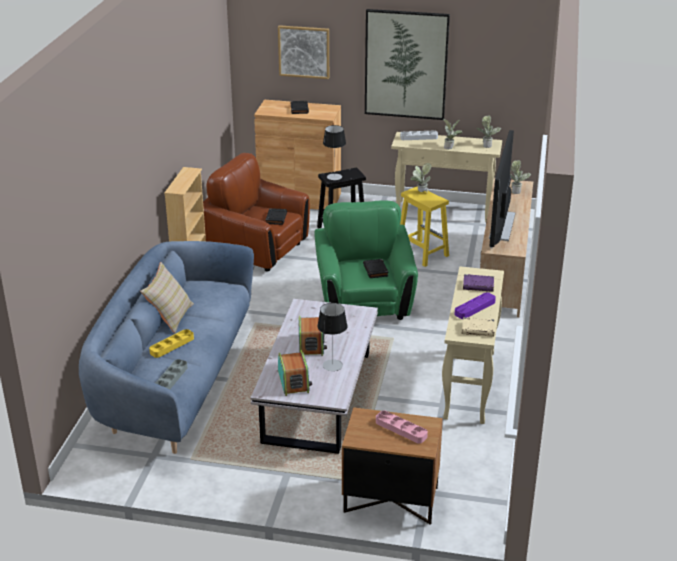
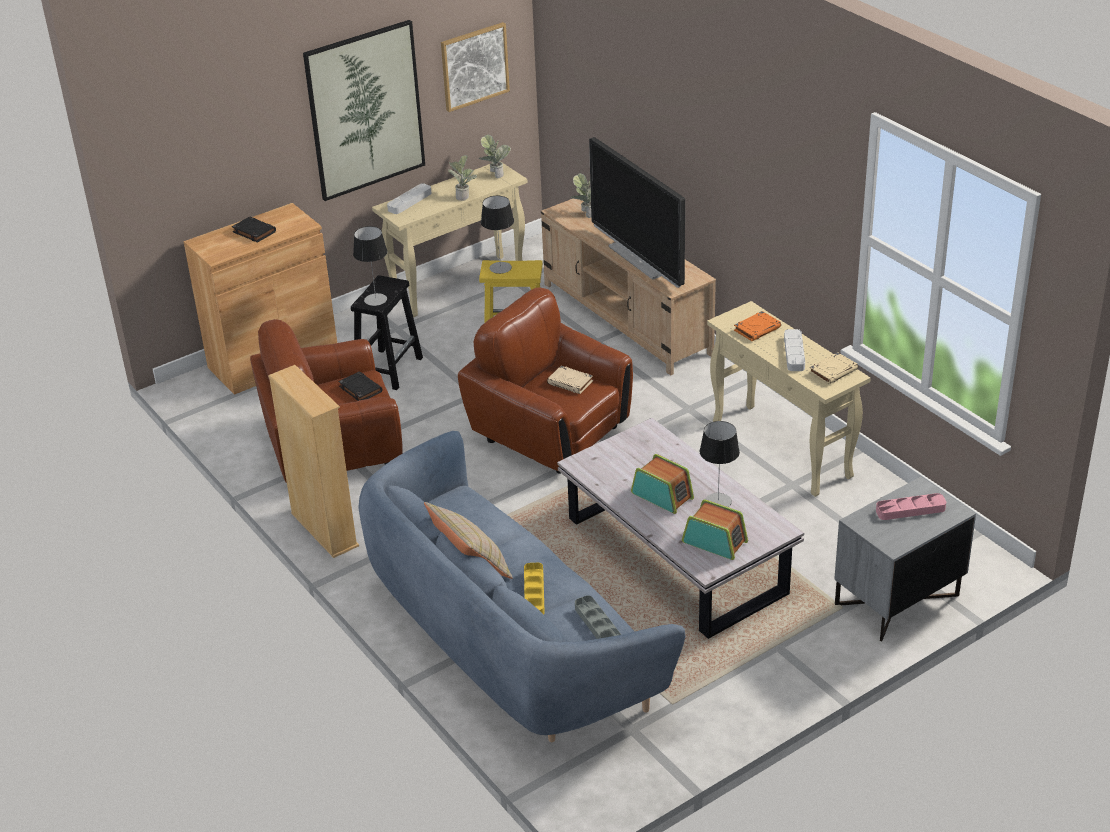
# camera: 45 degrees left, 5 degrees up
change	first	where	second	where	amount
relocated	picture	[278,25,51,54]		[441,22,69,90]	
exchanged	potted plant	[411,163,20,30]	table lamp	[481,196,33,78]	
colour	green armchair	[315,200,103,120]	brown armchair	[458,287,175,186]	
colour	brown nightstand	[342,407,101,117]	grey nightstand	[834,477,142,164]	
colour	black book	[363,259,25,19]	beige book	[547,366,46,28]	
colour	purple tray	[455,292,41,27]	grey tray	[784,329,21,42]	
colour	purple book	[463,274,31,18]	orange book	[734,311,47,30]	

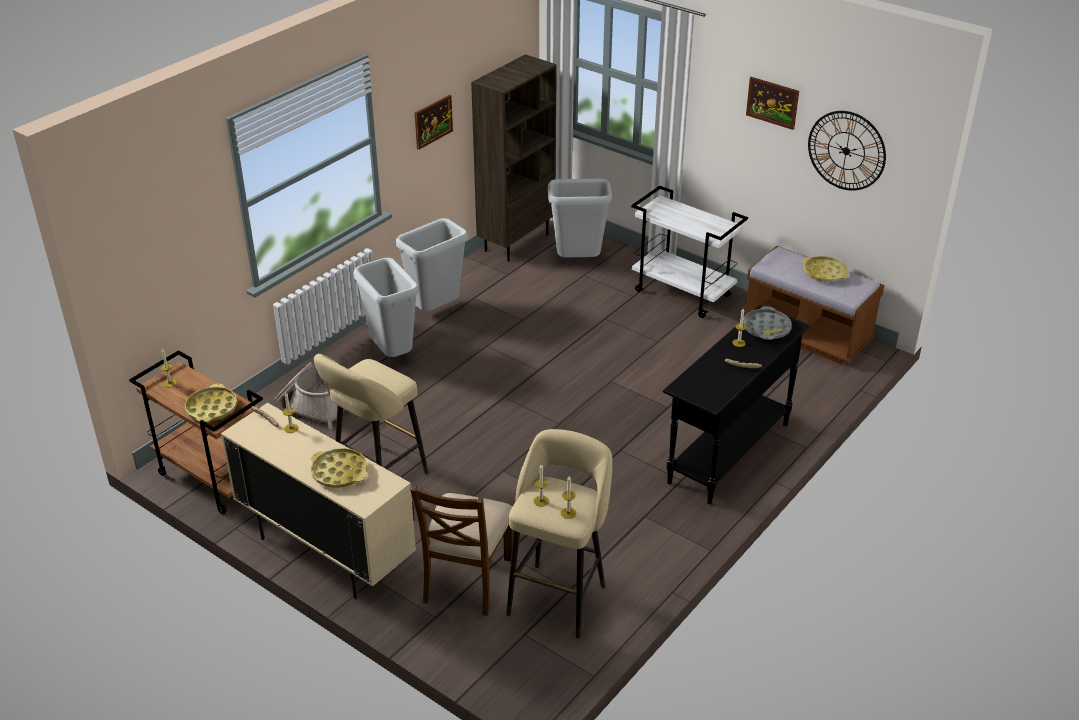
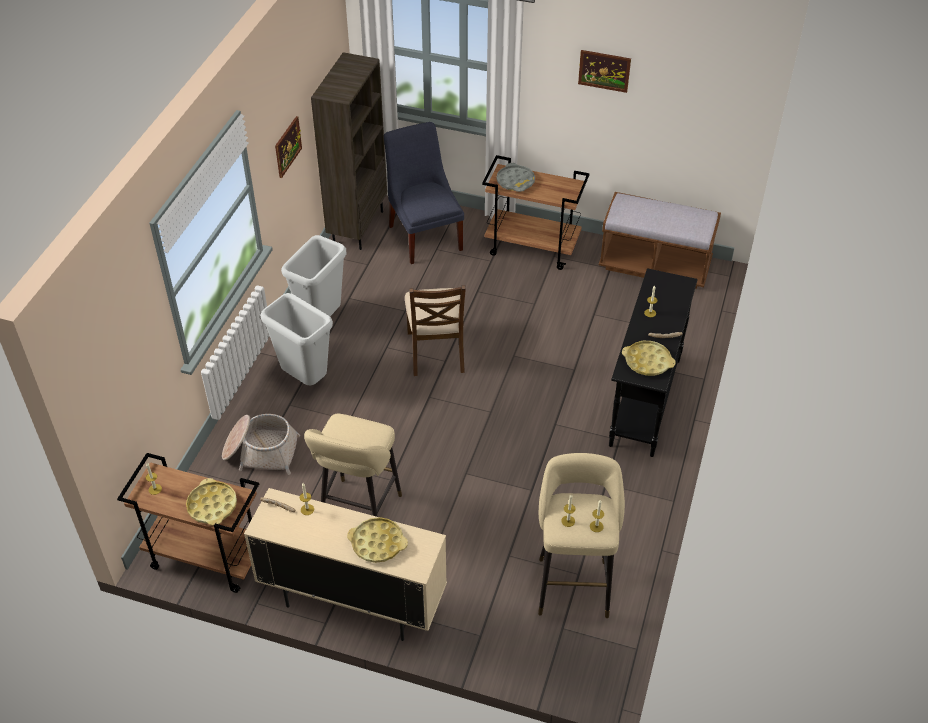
# camera: 20 degrees left, 10 degrees up
change	first	where	second	where	amount
missing	wall clock	[808,111,78,80]			
relocated	brown chair	[411,485,102,131]		[405,285,61,91]	
relocated	grey tray	[743,306,49,34]		[496,163,39,29]	
relocated	yellow tray	[802,256,48,26]		[622,341,54,35]	
exchanged	grey trash can	[548,179,64,79]	blue chair	[384,122,80,142]	
colour	white cart	[631,186,117,132]	brown cart	[482,155,108,115]	

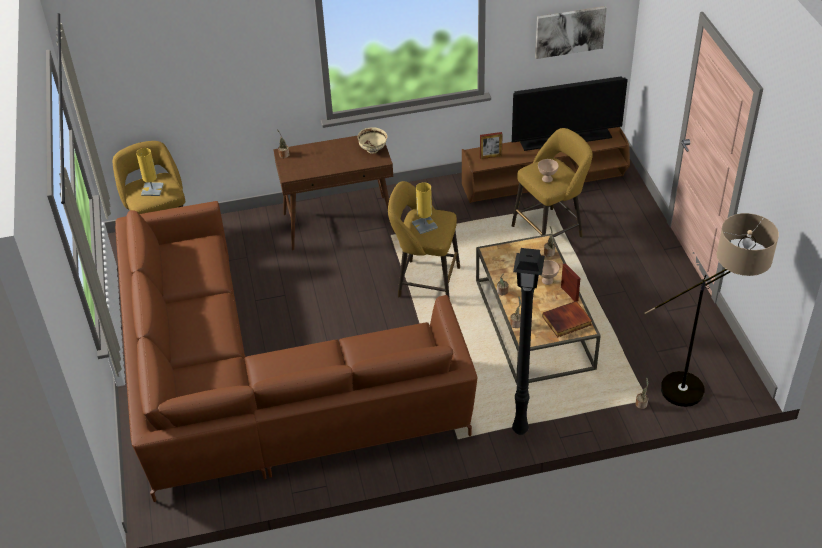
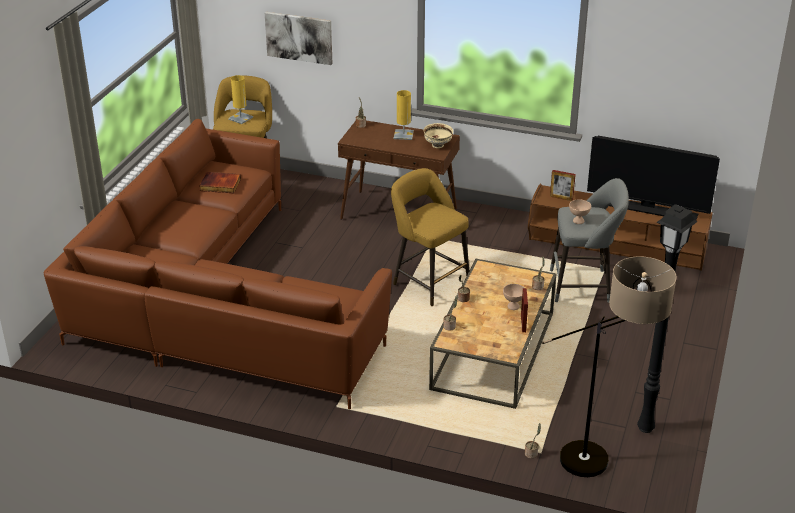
# camera: 30 degrees right, 10 degrees down
change	first	where	second	where	amount
relocated	yellow table lamp	[412,182,26,52]		[394,90,20,50]	
relocated	black floor lamp	[512,248,33,187]		[637,204,60,229]	
relocated	picture	[535,6,72,53]		[265,12,67,53]	
relocated	book	[542,301,50,37]		[199,172,42,21]	
colour	yellow stool	[512,128,81,109]	grey stool	[550,178,79,125]	

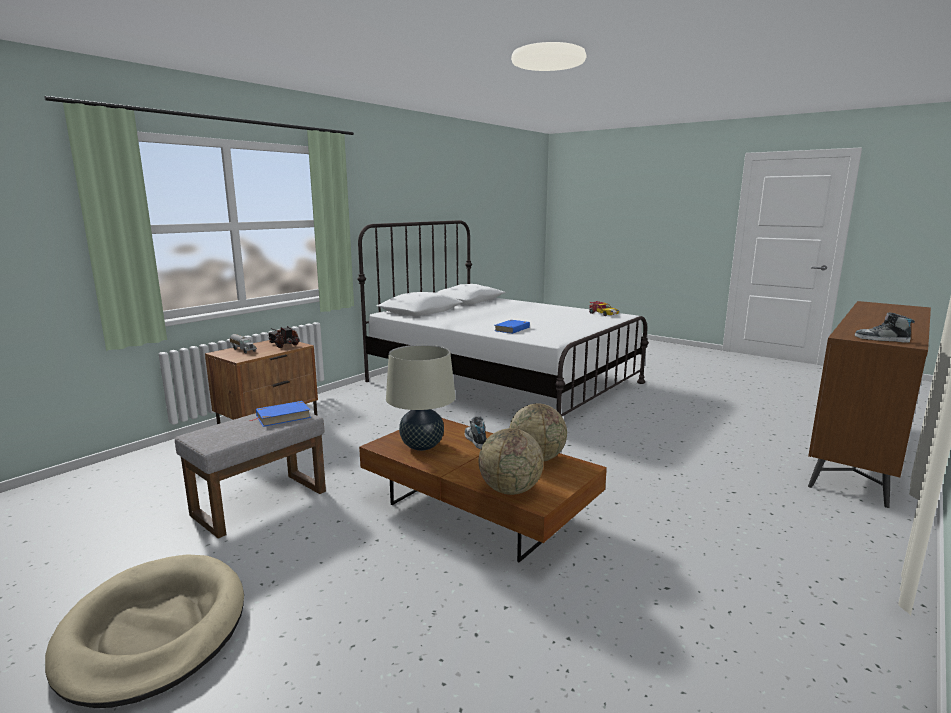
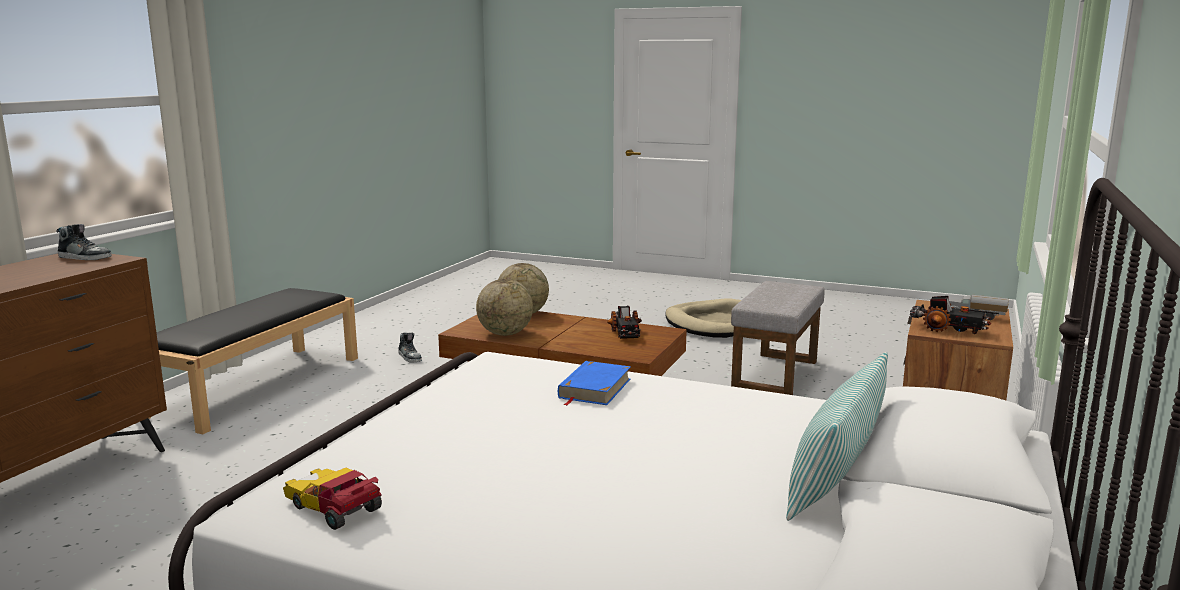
# camera: 165 degrees right, 0 degrees up
change	first	where	second	where	amount
missing	blue book	[250,401,61,26]			
appeared			black bench	[149,288,209,146]	
appeared			pillow	[786,352,102,169]	
relocated	shoe	[465,416,22,33]		[398,333,24,29]	
exchanged	beige table lamp	[386,345,70,106]	toy truck	[607,306,35,33]	

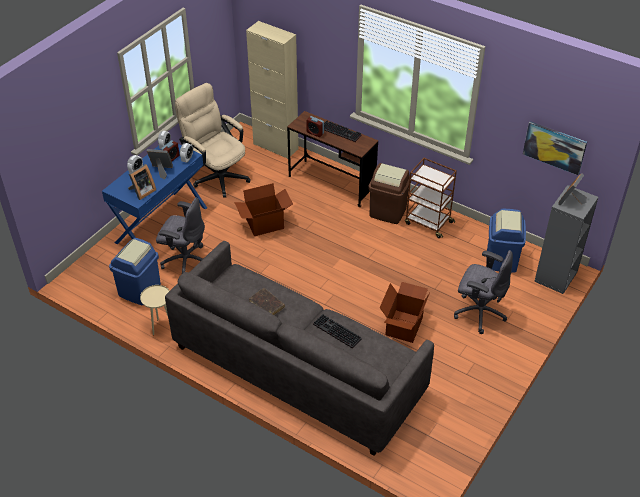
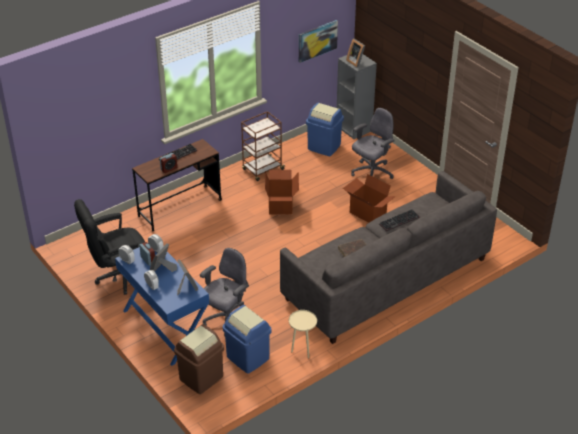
# camera: 70 degrees left, 5 degrees down
change	first	where	second	where	amount
missing	beige cabinet	[246,21,53,138]			
relocated	cardboard box	[234,183,59,53]		[265,170,34,45]	
relocated	brown trash can	[368,163,42,61]		[174,324,50,70]	
colour	beige office chair	[175,83,76,115]	black office chair	[74,199,71,96]	

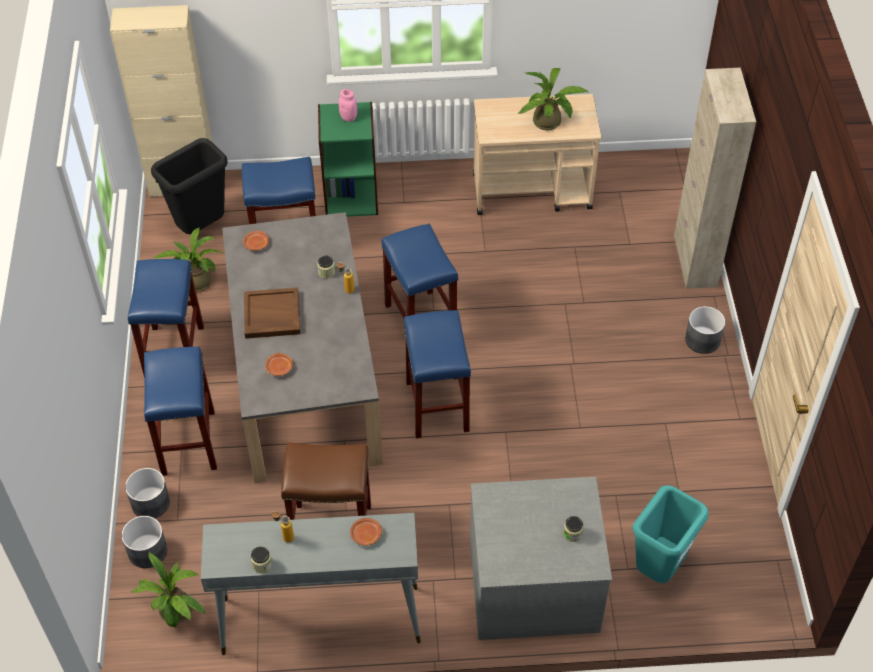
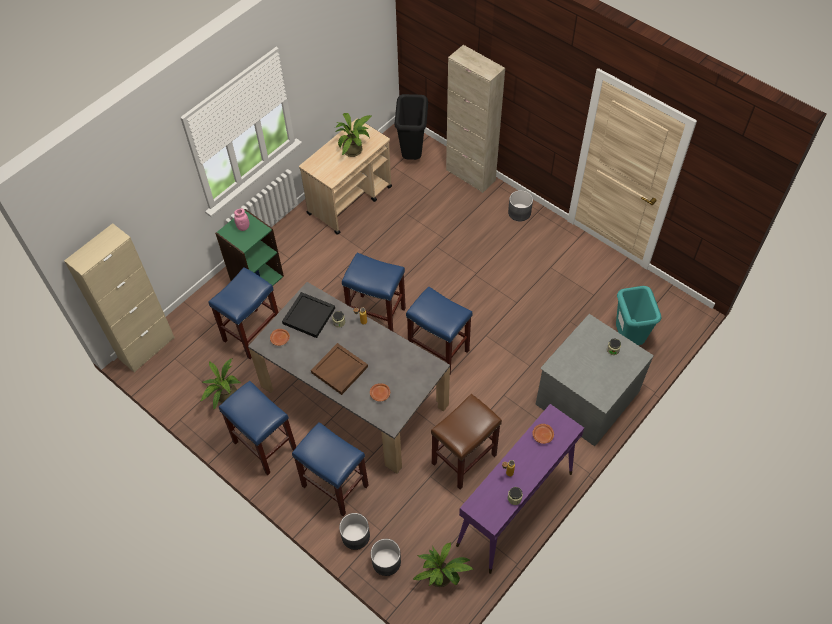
# camera: 45 degrees left, 5 degrees up
change	first	where	second	where	amount
appeared			black tray	[282,292,53,46]	
relocated	black trash can	[151,138,77,96]		[394,94,34,66]	
colour	grey console table	[201,513,220,142]	purple console table	[456,404,128,170]	

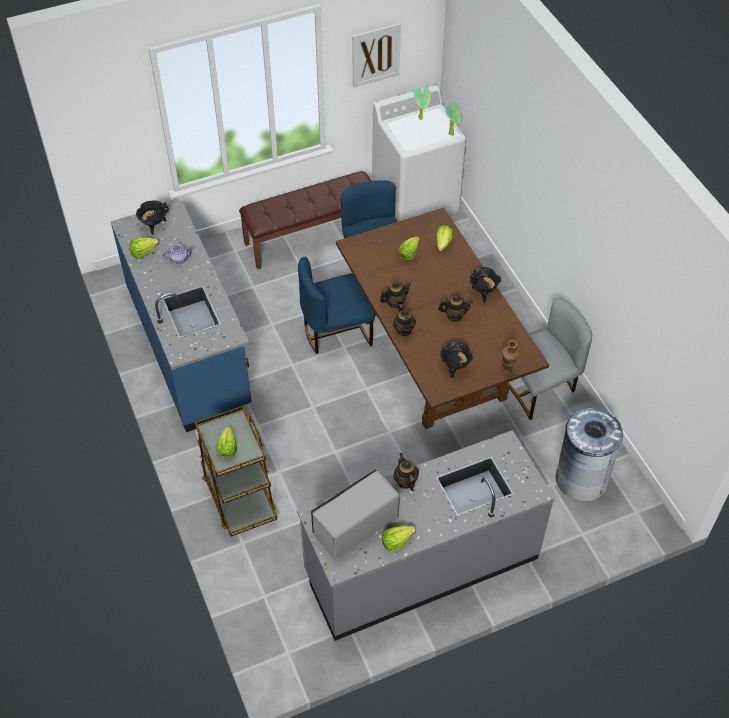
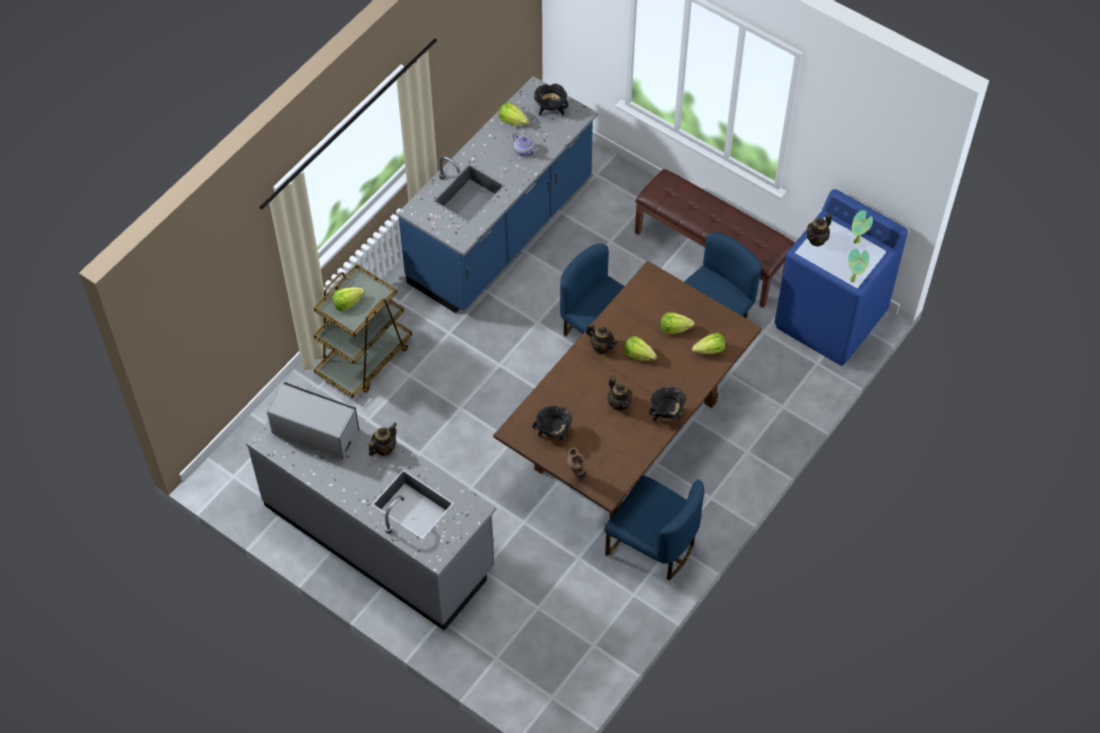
# camera: 60 degrees right, 5 degrees up
change	first	where	second	where	amount
missing	picture	[352,23,49,64]			
missing	grey trash can	[556,408,67,94]			
relocated	lettuce	[382,526,34,26]		[624,336,33,25]	
relocated	teapot	[393,304,23,32]		[807,214,25,33]	
colour	white washing machine	[372,85,94,137]	blue washing machine	[775,189,133,177]	
colour	grey chair	[508,299,84,121]	blue chair	[604,475,101,105]	

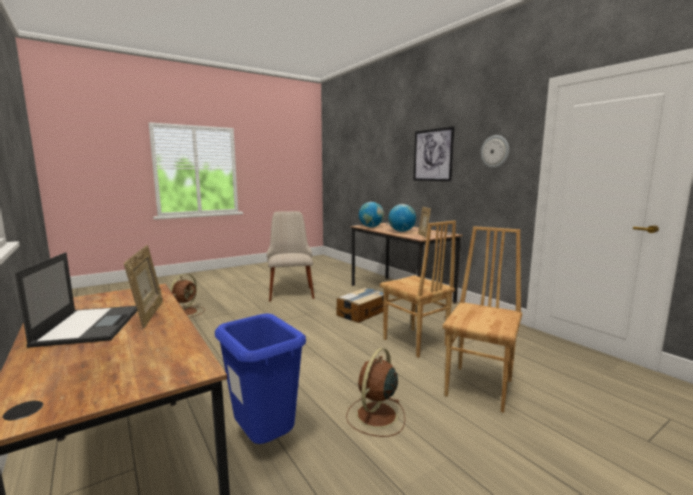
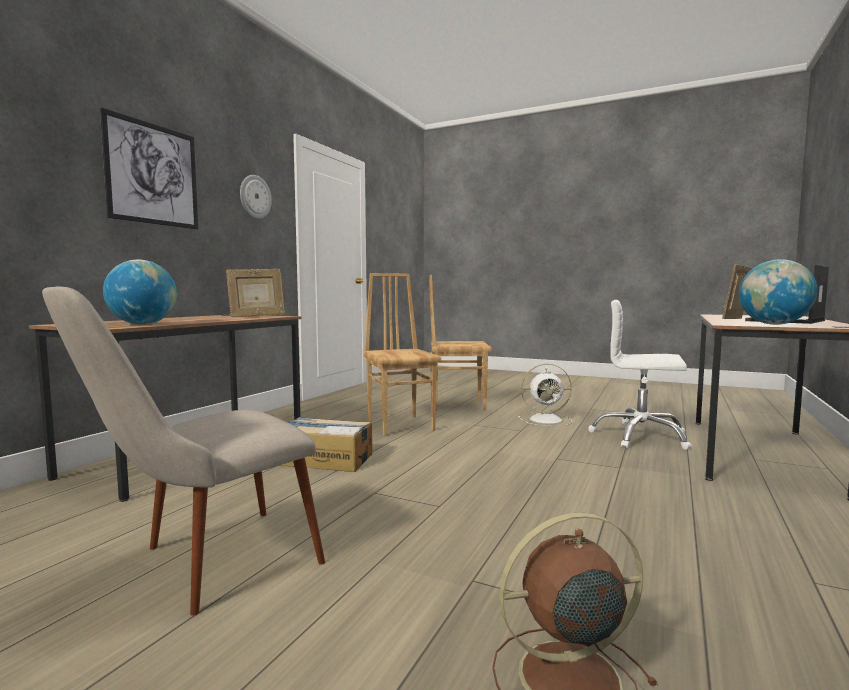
# camera: 120 degrees left, 5 degrees down
change	first	where	second	where	amount
relocated	globe	[388,204,28,28]		[739,259,79,66]	
exchanged	blue trash can	[215,314,91,130]	white office chair	[588,300,104,150]	
colour	brown fan	[346,348,59,89]	white fan	[518,364,54,62]	
spun	brown chair	[380,221,76,137]		[363,273,78,163]	45 degrees counterclockwise

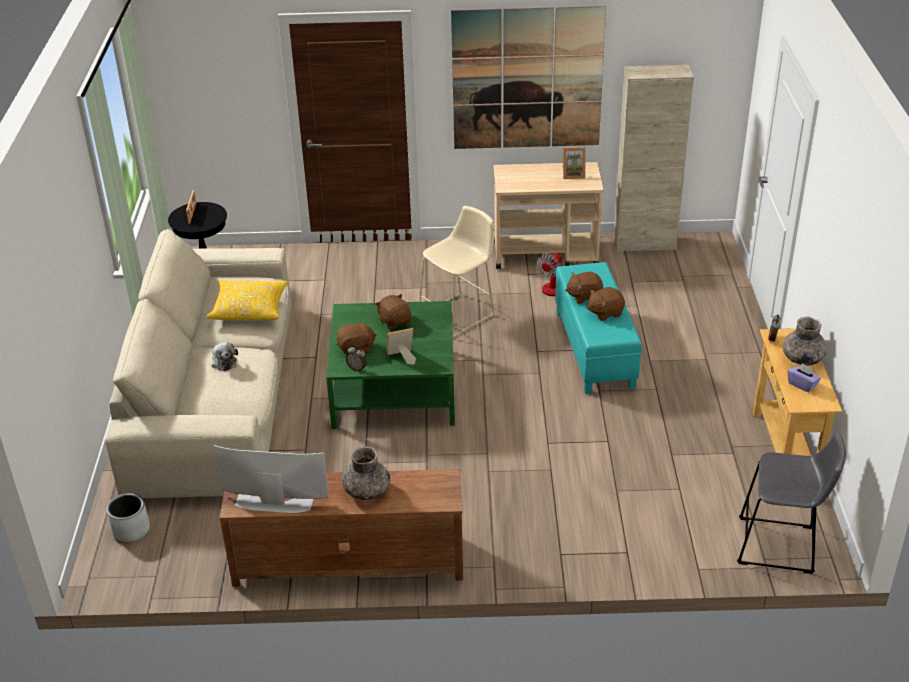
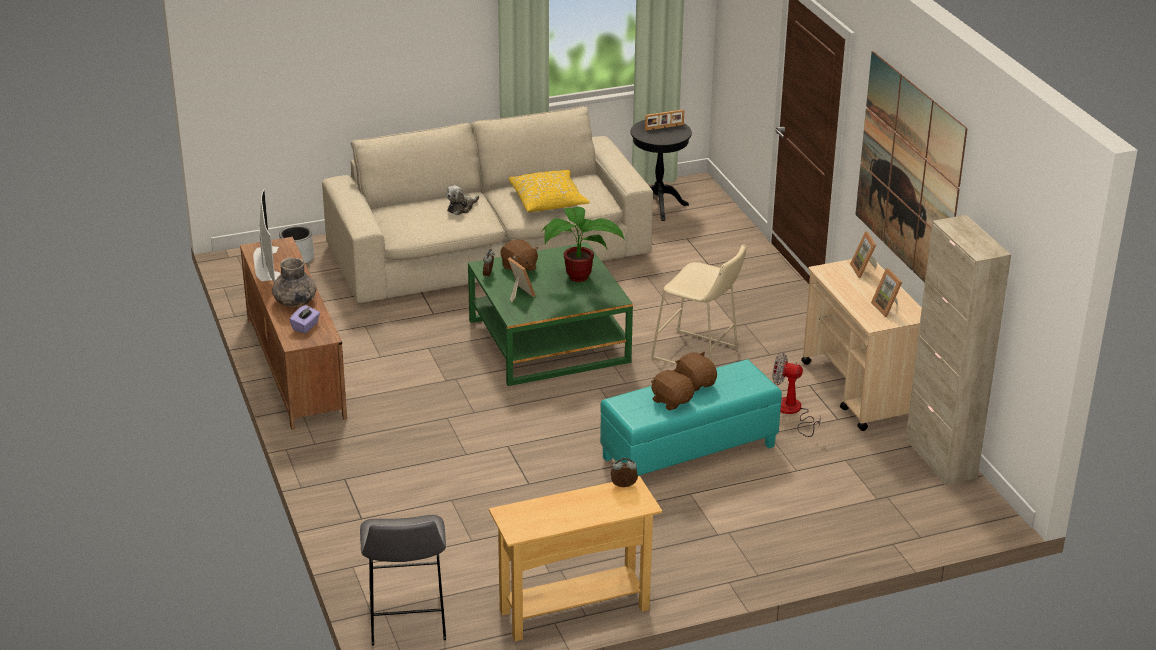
# camera: 70 degrees right, 5 degrees down
change	first	where	second	where	amount
missing	grey vase	[782,316,45,50]			
appeared			picture frame	[850,231,27,47]	
relocated	purple tissue box	[787,363,34,29]		[289,305,31,28]	
exchanged	brown plush toy	[375,294,36,35]	potted plant	[541,207,84,75]	

